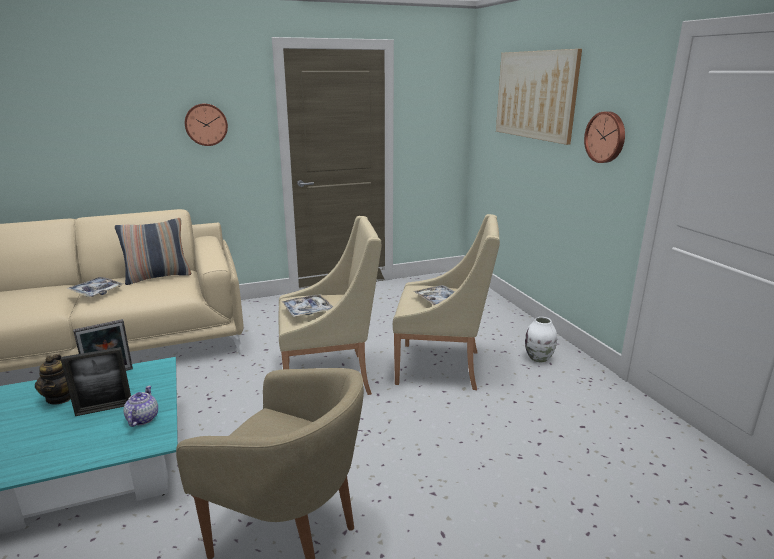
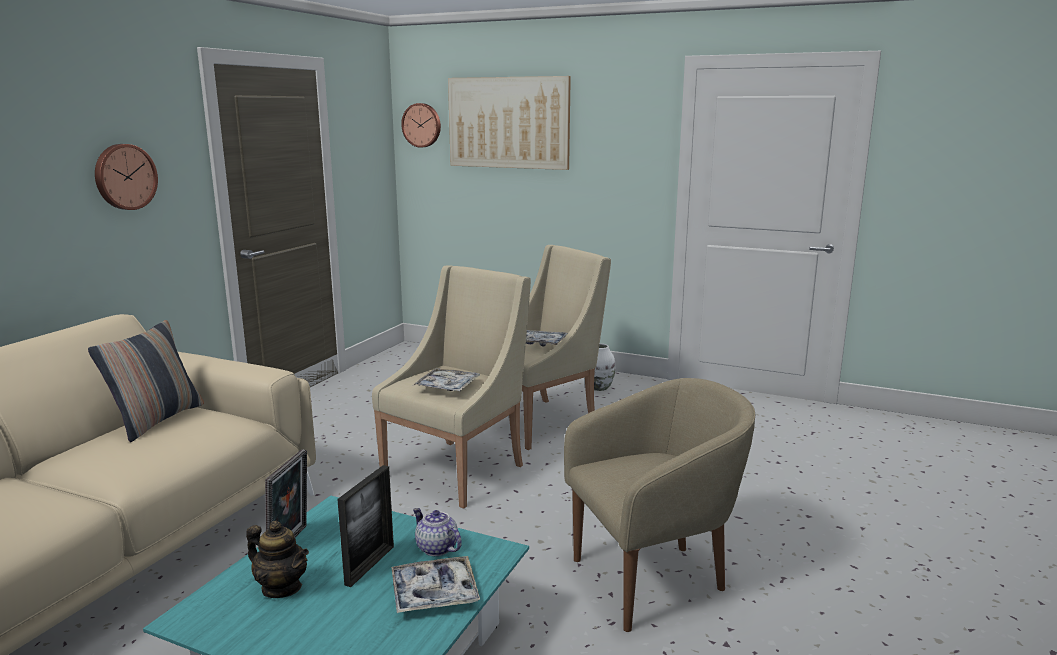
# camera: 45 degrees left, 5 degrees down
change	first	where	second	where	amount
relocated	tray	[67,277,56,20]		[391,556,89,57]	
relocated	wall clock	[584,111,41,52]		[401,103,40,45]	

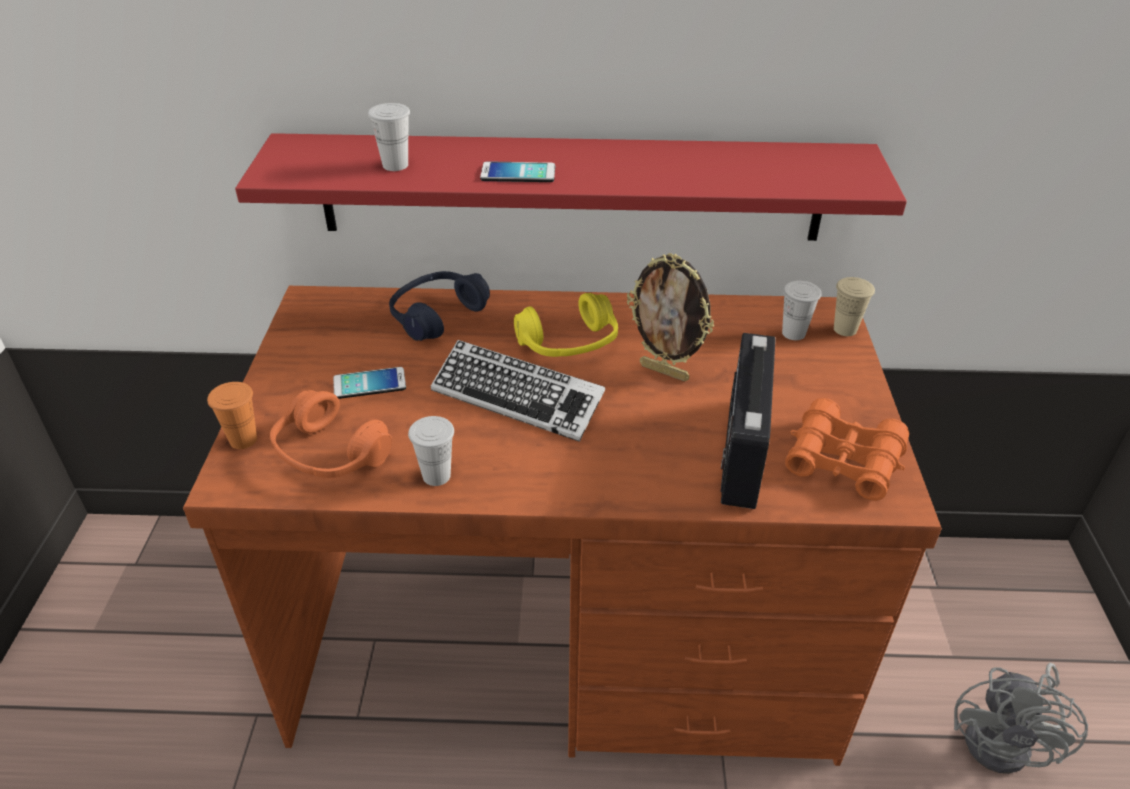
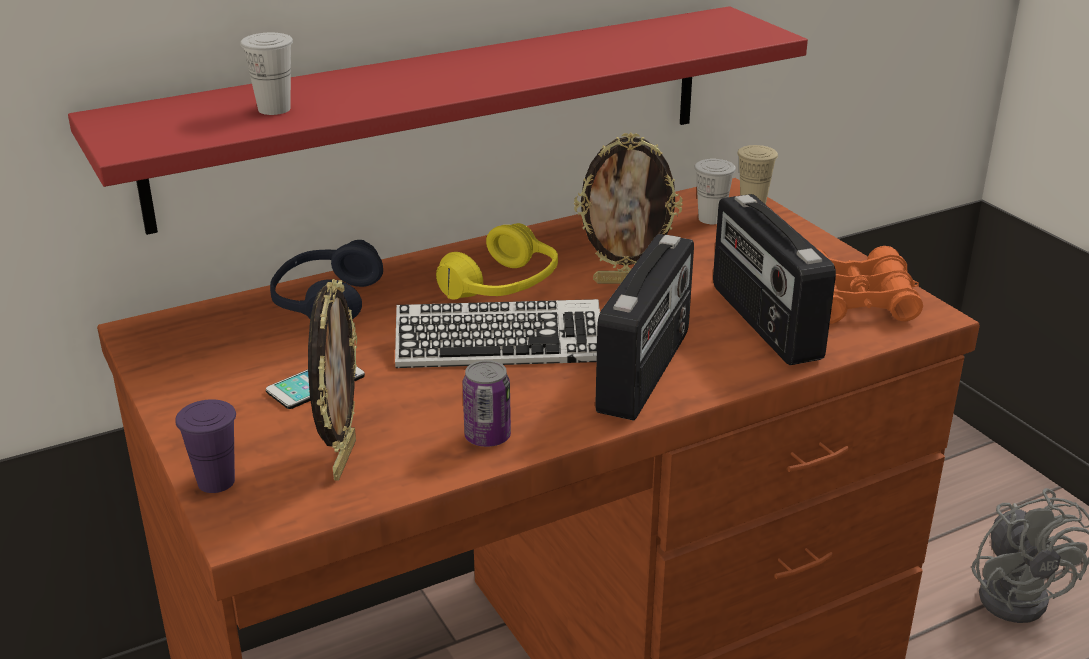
# camera: 30 degrees left, 10 degrees down
change	first	where	second	where	amount
missing	phone	[480,161,75,21]			
appeared			radio	[595,234,99,186]	
exchanged	orange headphones	[270,390,122,88]	picture frame	[308,279,49,202]	
exchanged	white cup	[408,416,46,70]	can	[463,360,48,87]	
colour	orange cup	[207,382,50,67]	purple cup	[175,399,61,94]	

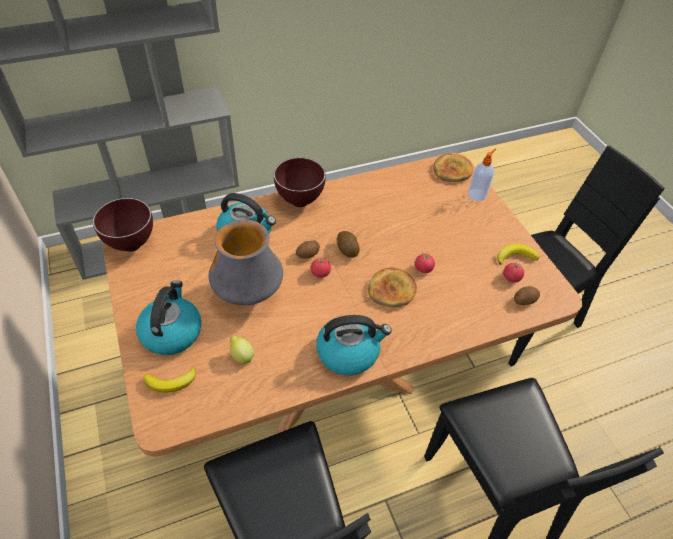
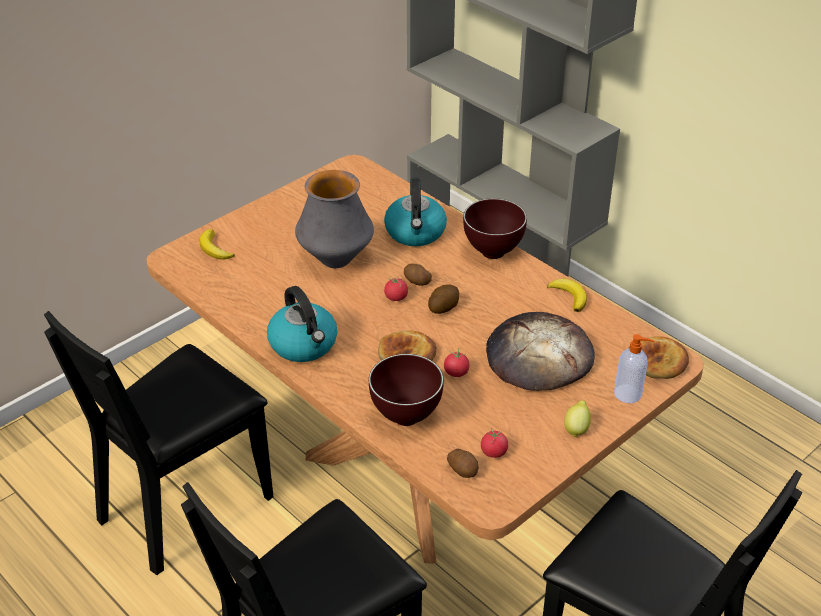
# camera: 70 degrees right, 10 degrees down
change	first	where	second	where	amount
missing	kettle	[136,280,66,75]			
appeared			bread	[486,312,109,79]	
relocated	brown bowl	[93,198,60,54]		[369,354,75,72]	
relocated	lemon	[230,336,24,28]		[564,400,27,38]	
relocated	banana	[497,244,42,21]		[547,279,40,33]	

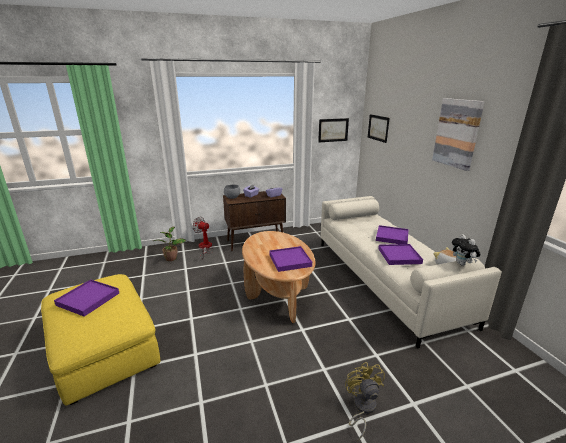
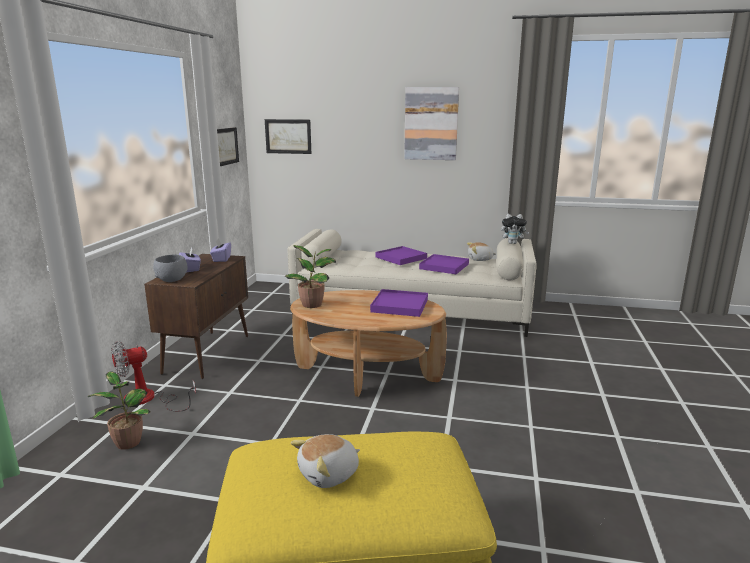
# camera: 60 degrees left, 5 degrees down
change	first	where	second	where	amount
missing	yellow fan	[345,362,40,79]			
appeared			potted plant	[285,245,51,63]	
exchanged	purple tray	[54,279,65,38]	plush toy	[291,434,69,54]	

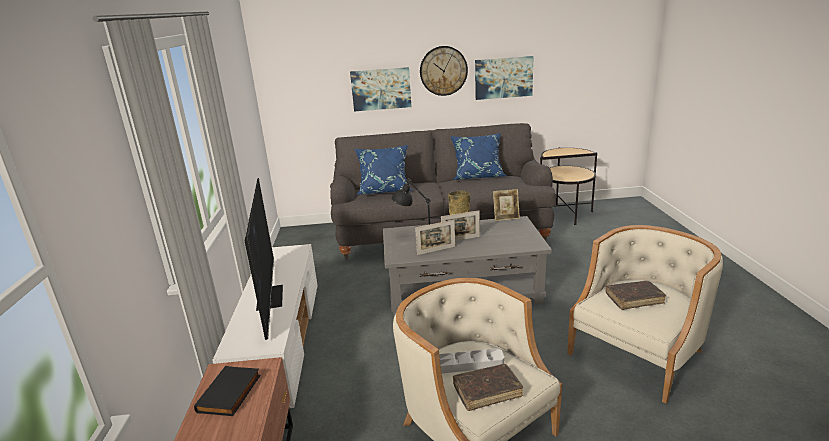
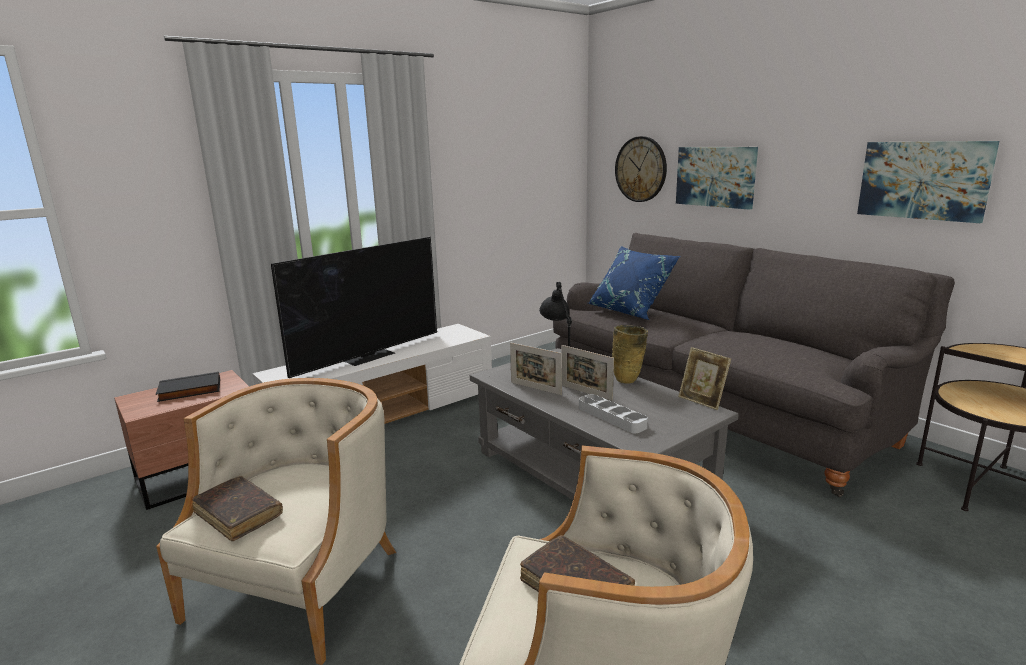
# camera: 55 degrees right, 5 degrees down
change	first	where	second	where	amount
missing	blue pillow	[450,133,56,47]			
relocated	wall clock	[420,46,48,50]		[615,136,52,66]	
relocated	grey tray	[439,348,65,25]		[579,394,69,39]	

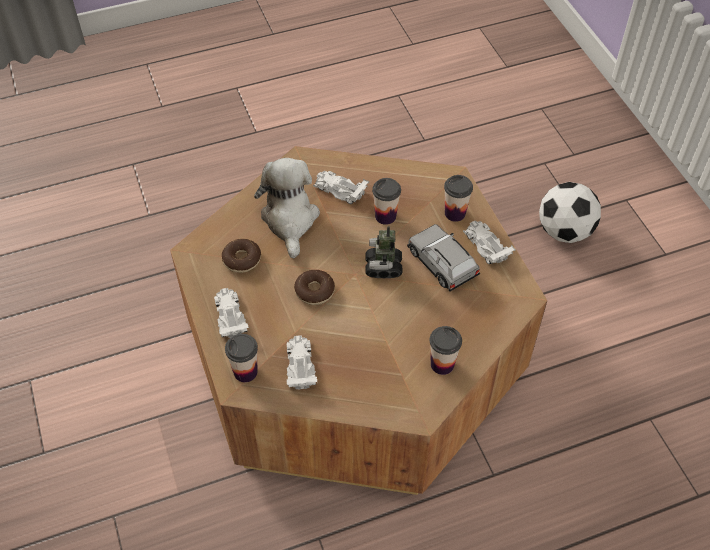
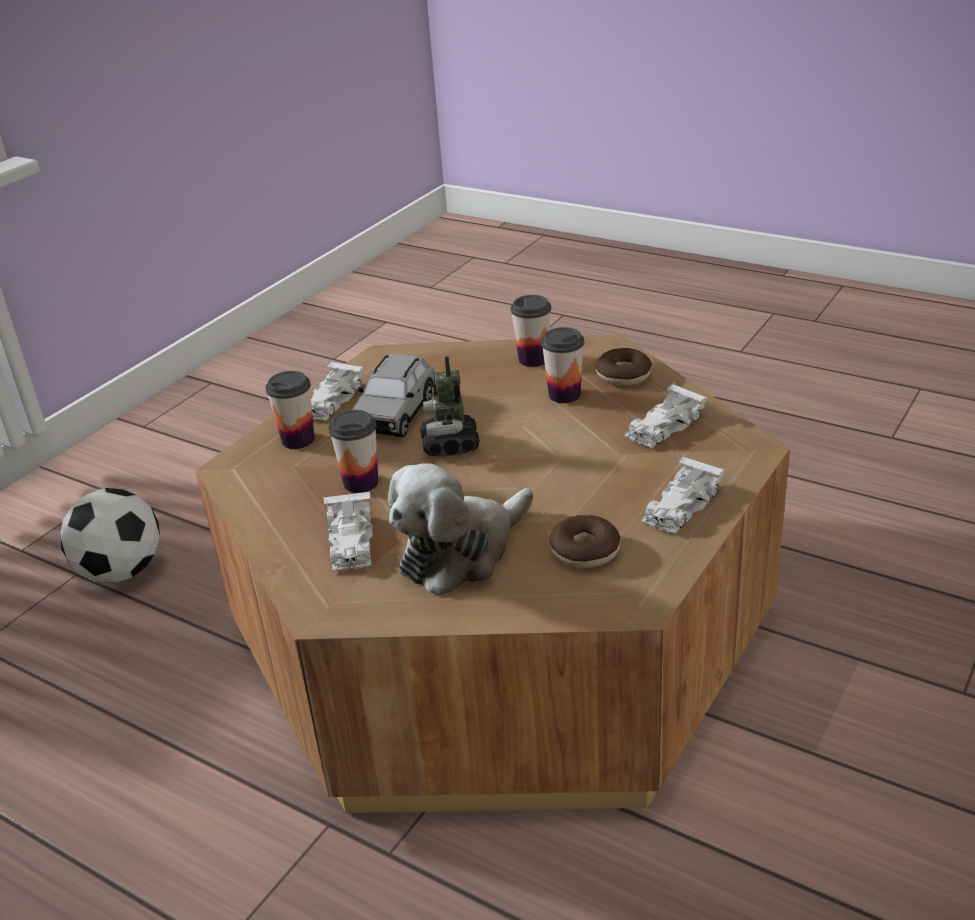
# camera: 125 degrees left, 20 degrees down
change	first	where	second	where	amount
relocated	cup	[225,334,33,48]		[541,327,43,76]	
relocated	donut	[294,270,41,35]		[595,348,57,37]	
spun	toy robot	[365,226,38,52]		[420,356,60,101]	120 degrees clockwise

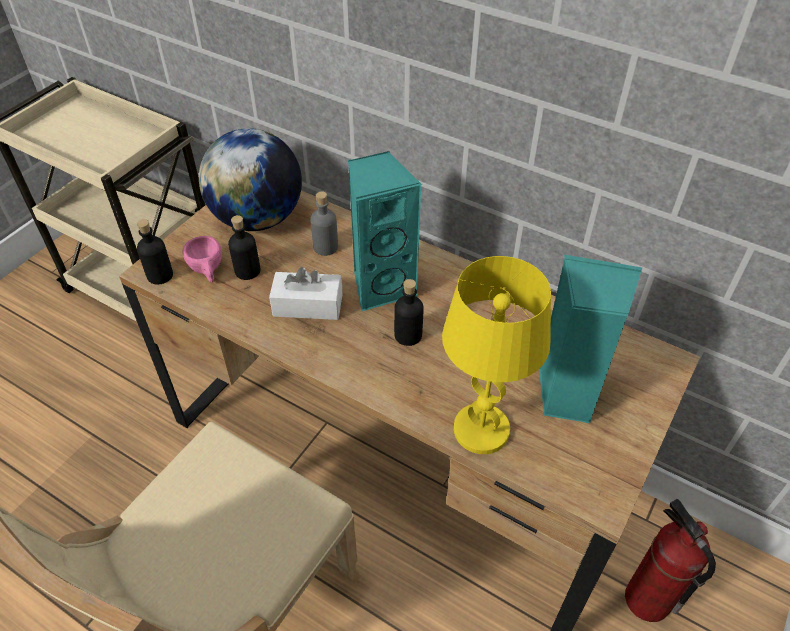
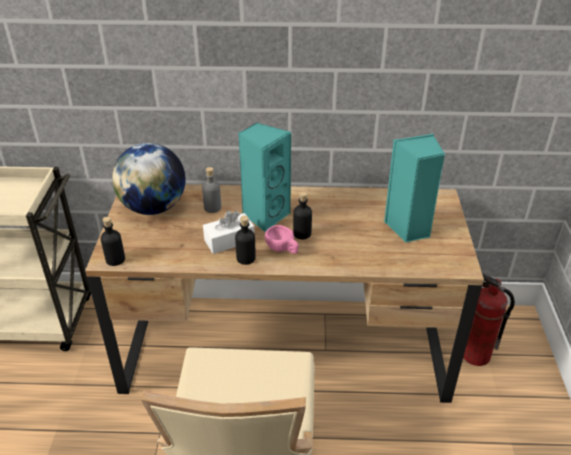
# camera: 30 degrees left, 10 degrees down
change	first	where	second	where	amount
missing	yellow table lamp	[442,256,109,198]			
relocated	pink cup	[183,236,39,47]		[265,225,34,29]	
relocated	black bottle	[228,215,32,65]		[235,216,21,49]	

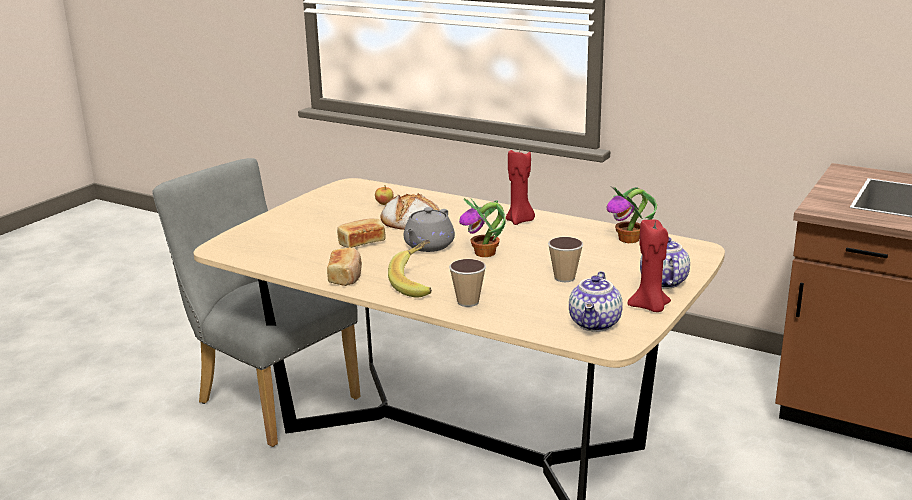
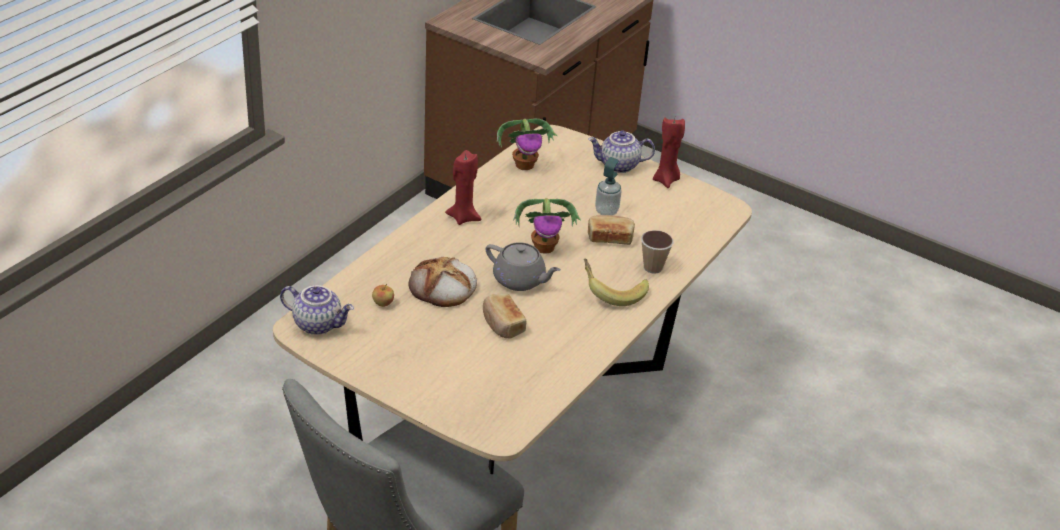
# camera: 90 degrees left, 15 degrees up
change	first	where	second	where	amount
relocated	bread	[327,247,35,39]		[588,215,47,30]	
relocated	teapot	[569,271,54,61]		[280,285,74,50]	
exchanged	cup	[548,237,35,45]	soap dispenser	[595,157,27,58]	

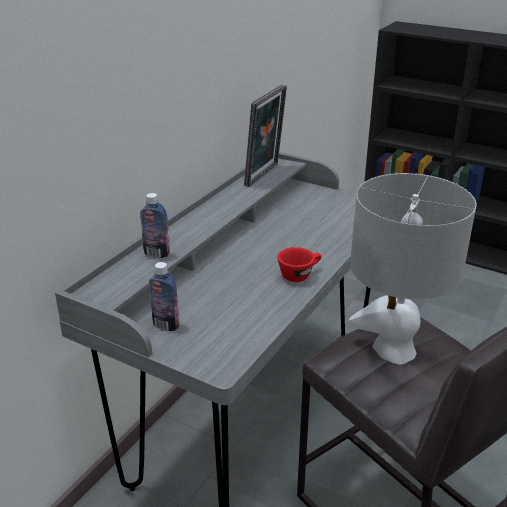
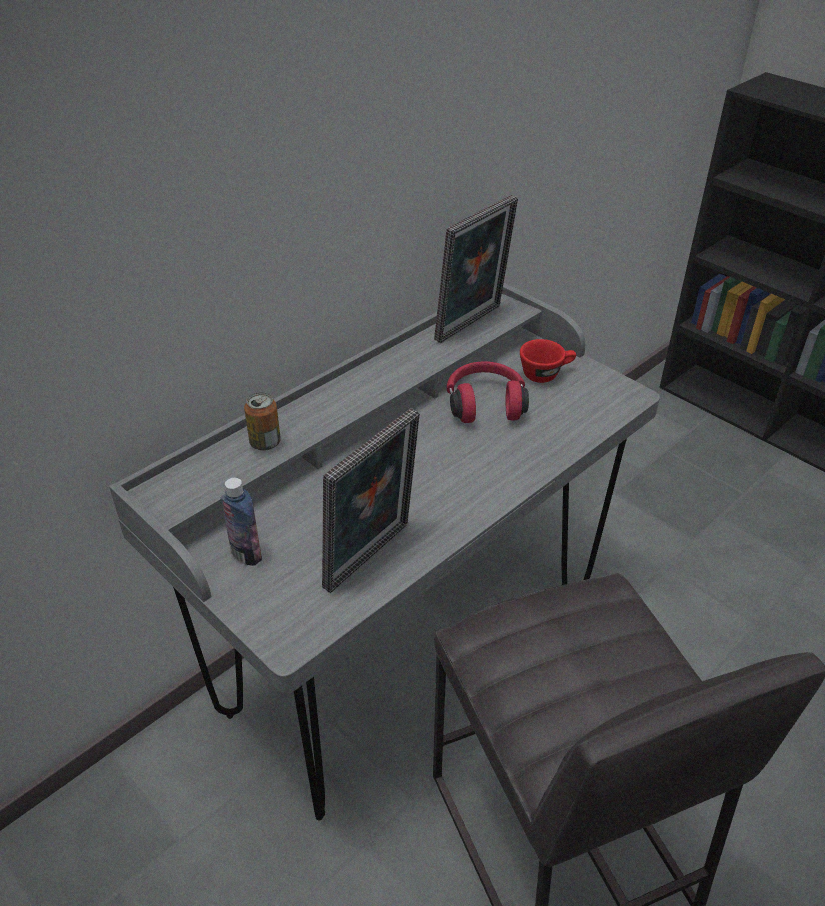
# camera: 15 degrees right, 10 degrees up
change	first	where	second	where	amount
missing	grey table lamp	[349,173,127,191]			
appeared			picture frame	[322,408,98,185]	
appeared			red headphones	[447,361,82,62]	
relocated	red cup	[277,247,44,35]		[520,339,56,44]	
exchanged	bottle	[140,193,30,65]	can	[244,392,37,58]	

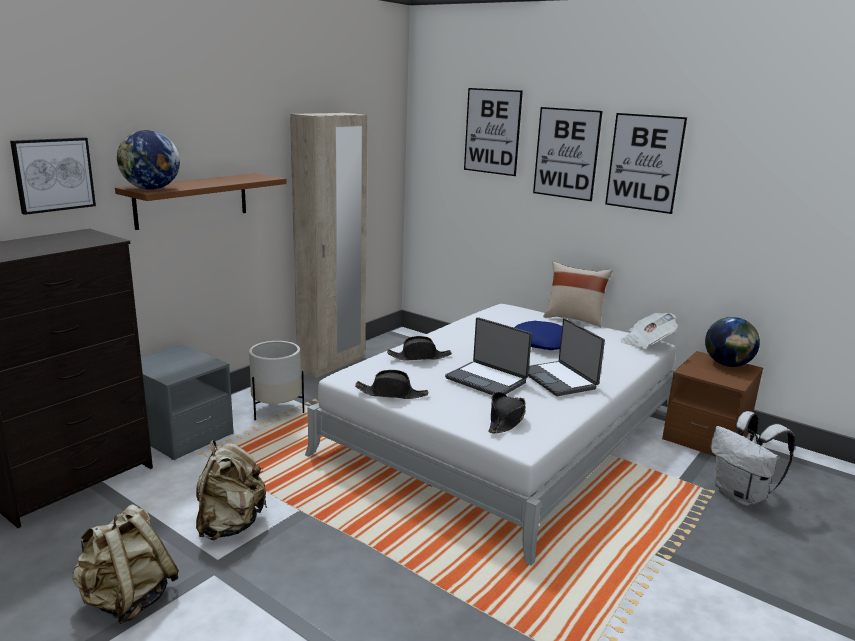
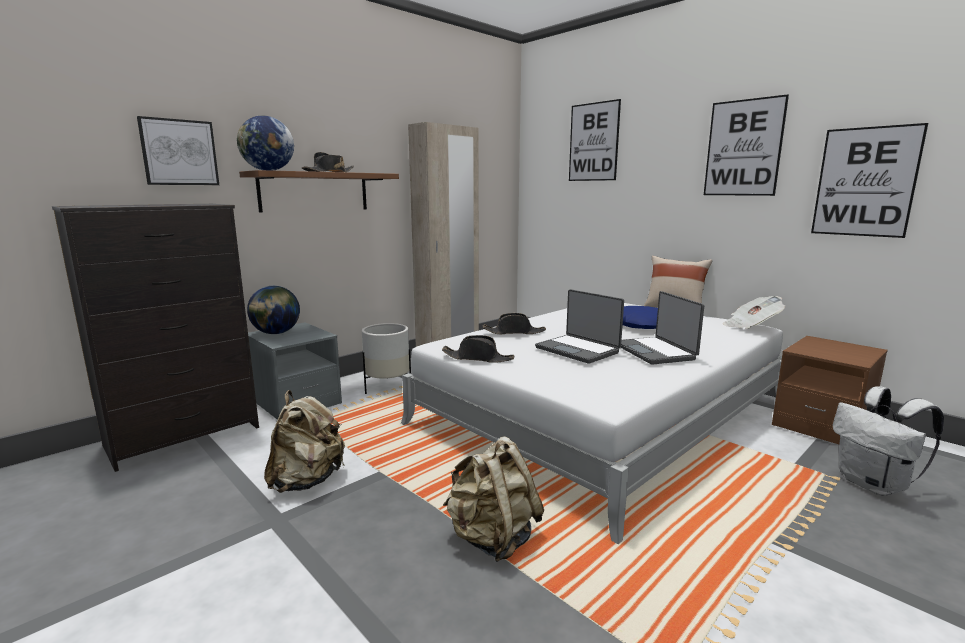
# camera: 10 degrees right, 5 degrees down
change	first	where	second	where	amount
relocated	beige backpack	[72,504,107,120]		[443,436,101,126]	
relocated	black hat	[488,392,37,41]		[302,152,52,20]	
relocated	picture	[533,107,70,94]		[811,123,117,115]	
relocated	globe	[705,317,55,50]		[247,286,53,48]	

